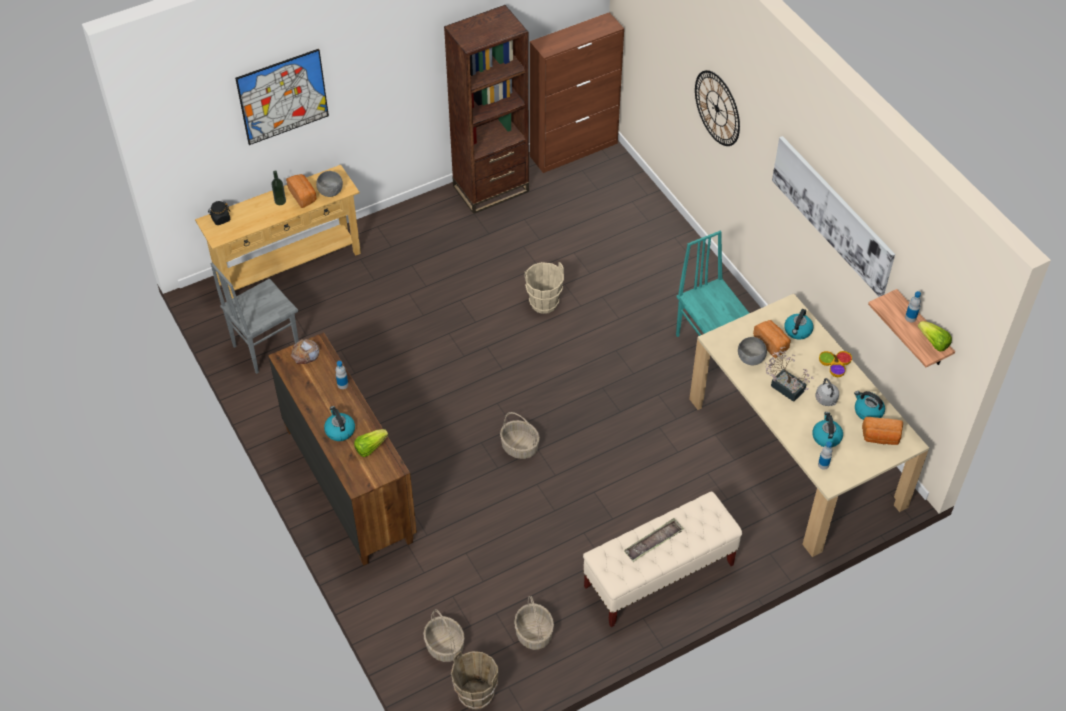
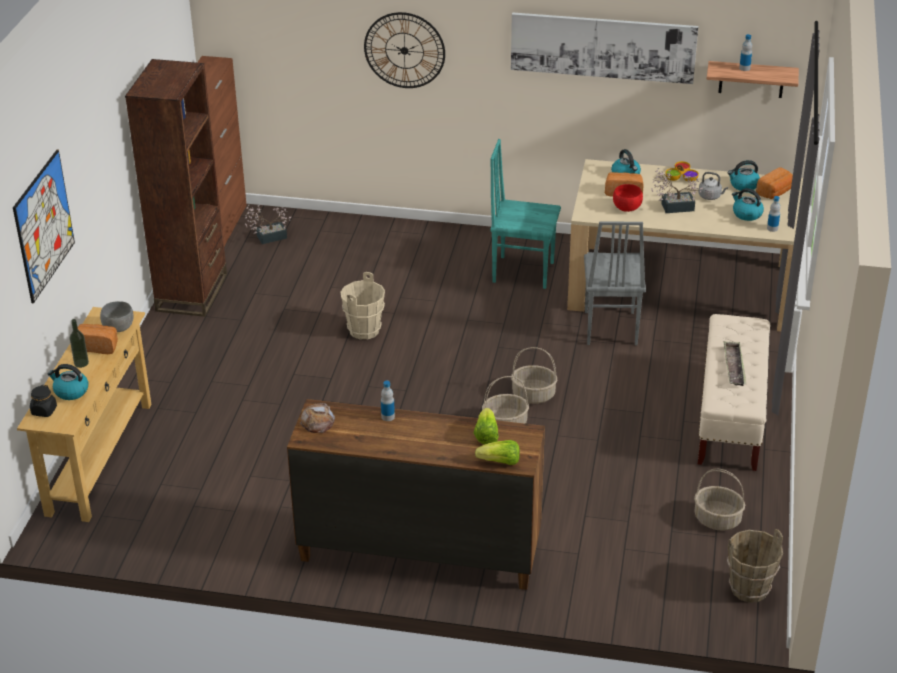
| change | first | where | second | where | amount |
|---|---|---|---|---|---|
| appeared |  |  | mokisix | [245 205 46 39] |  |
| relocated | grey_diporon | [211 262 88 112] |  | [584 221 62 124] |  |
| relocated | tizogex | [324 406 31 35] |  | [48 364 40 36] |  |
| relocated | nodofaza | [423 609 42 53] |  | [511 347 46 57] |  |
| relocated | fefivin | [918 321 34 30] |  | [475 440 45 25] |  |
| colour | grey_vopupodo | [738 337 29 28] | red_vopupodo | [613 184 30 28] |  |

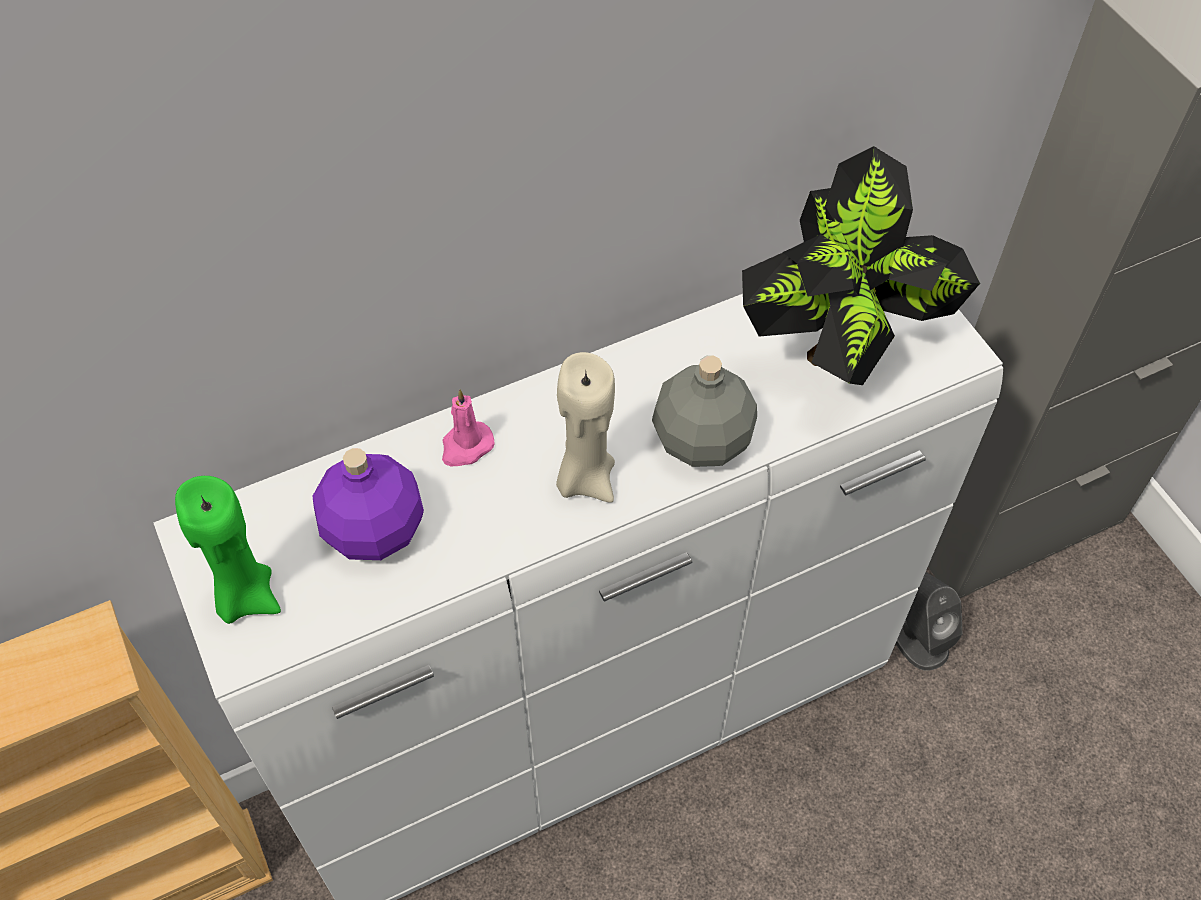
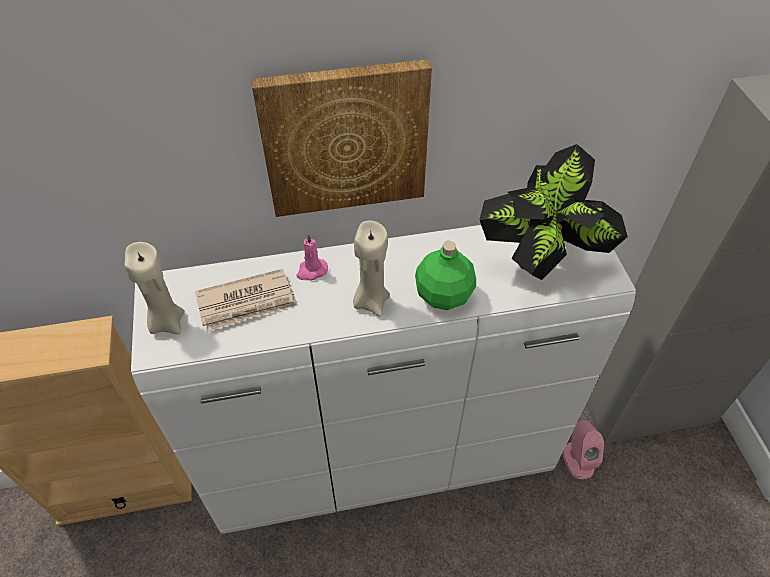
| change | first | where | second | where | amount |
|---|---|---|---|---|---|
| appeared |  |  | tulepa | [251 59 181 158] |  |
| exchanged | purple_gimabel | [312 448 112 112] | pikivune | [195 269 103 63] |  |
| colour | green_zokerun | [175 476 106 148] | beige_zokerun | [124 242 61 93] |  |
| colour | grey_gimabel | [652 355 105 112] | green_gimabel | [415 241 61 69] |  |
| colour | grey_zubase | [896 572 67 99] | pink_zubase | [562 420 42 59] |  |

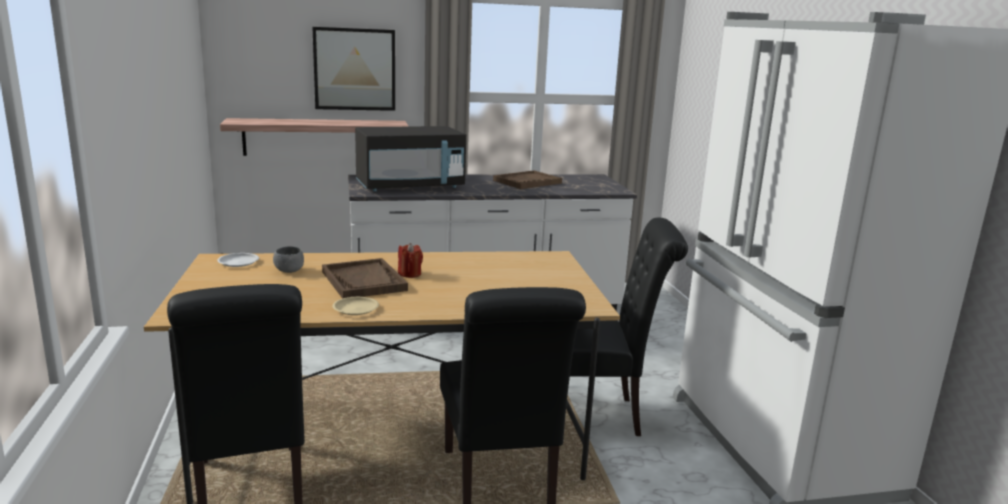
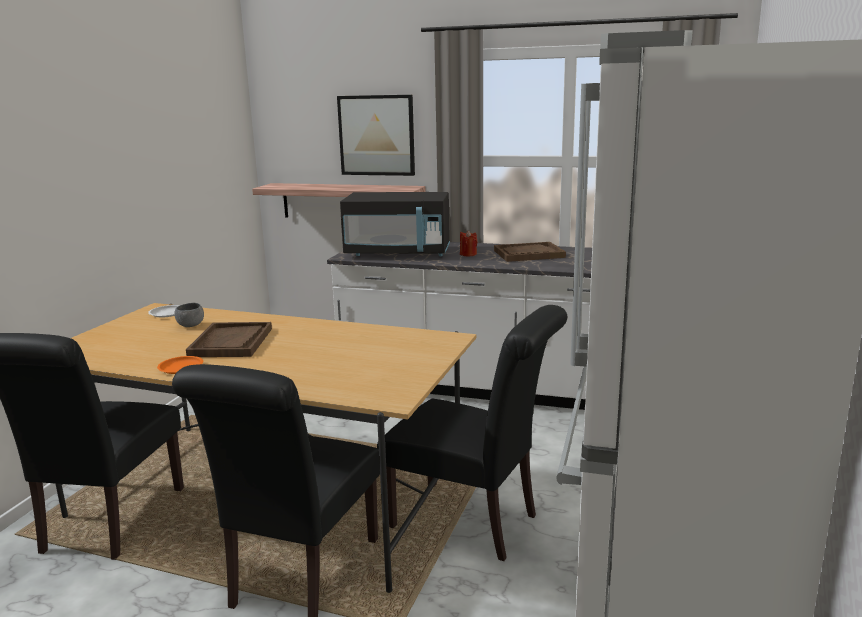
| change | first | where | second | where | amount |
|---|---|---|---|---|---|
| relocated | red_zokerun | [398 243 25 35] |  | [460 230 17 26] |  |
| colour | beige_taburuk | [332 297 47 18] | orange_taburuk | [157 356 46 18] |  |

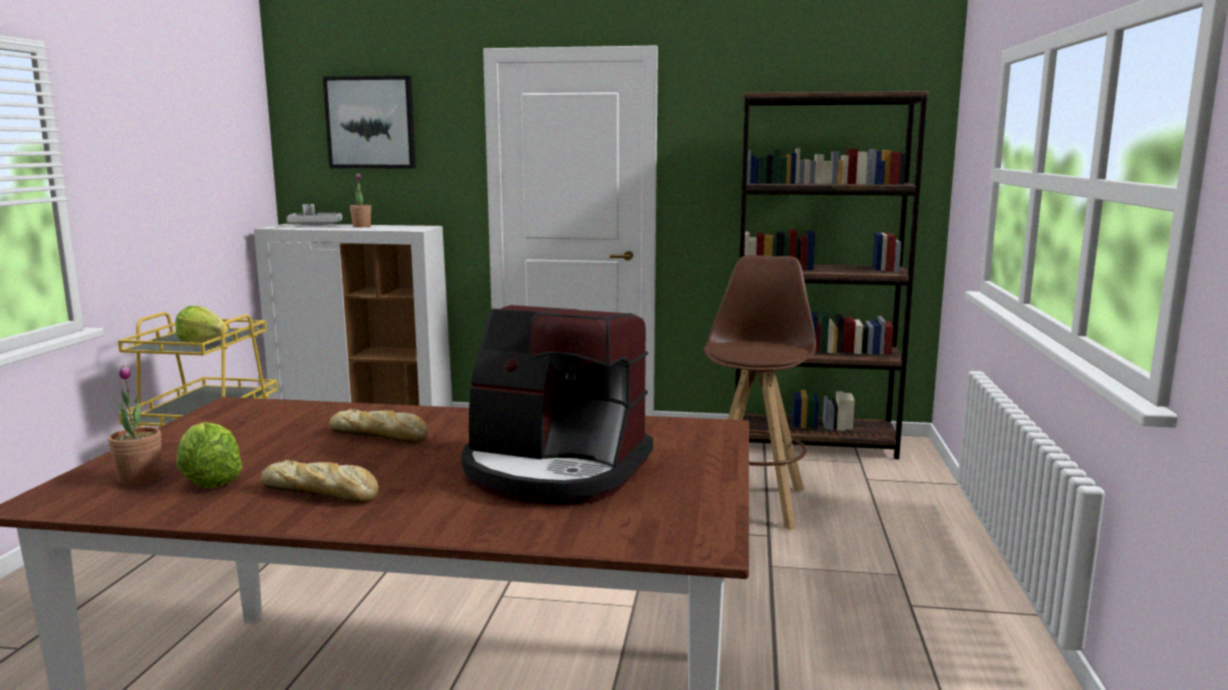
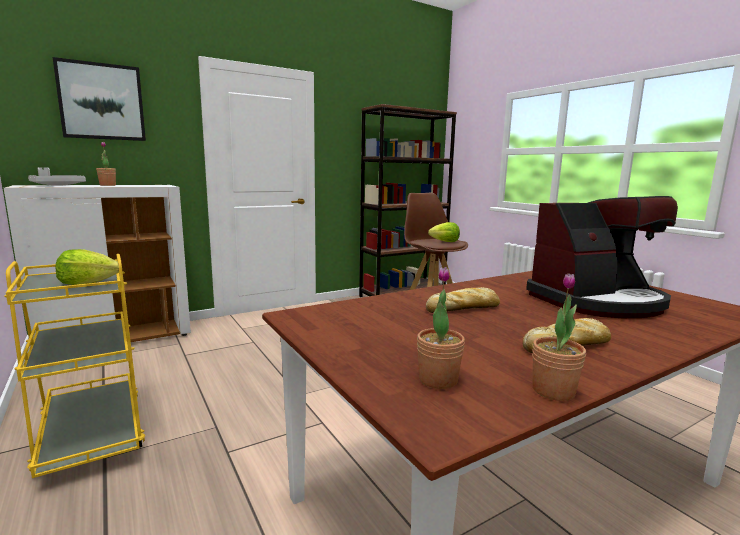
| change | first | where | second | where | amount |
|---|---|---|---|---|---|
| appeared |  |  | mokisix | [533 273 53 128] |  |
| relocated | fefivin | [176 422 66 66] |  | [428 222 32 20] |  |

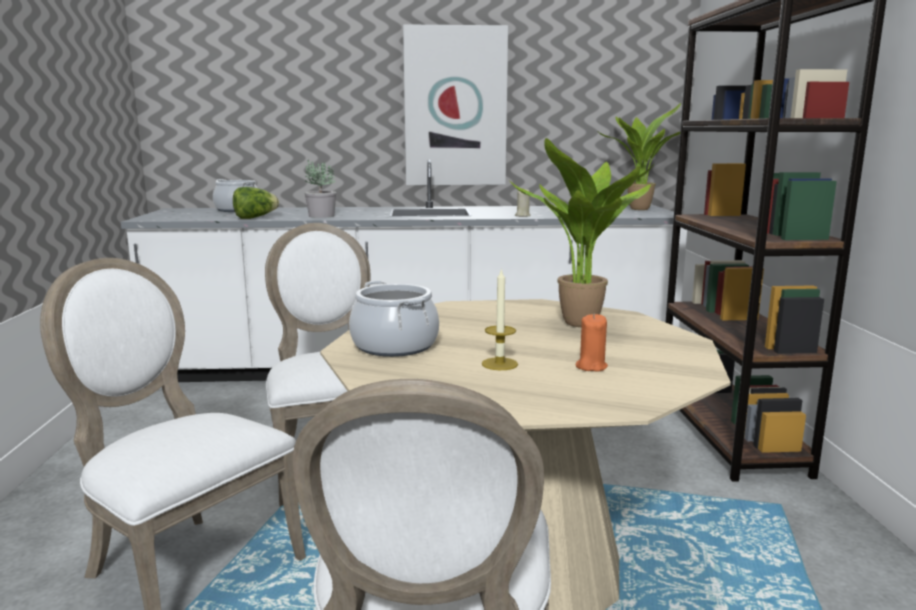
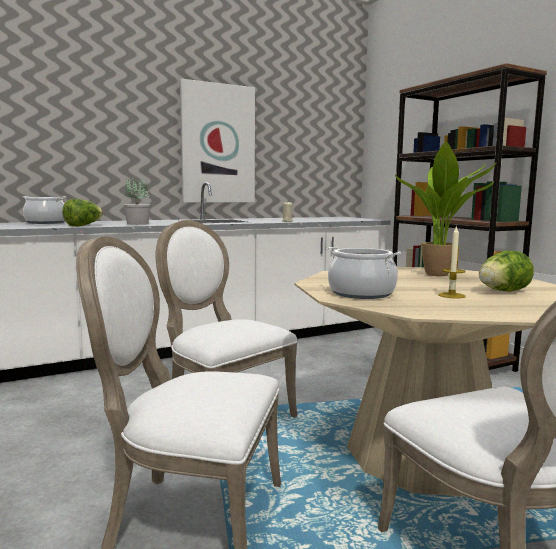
| change | first | where | second | where | amount |
|---|---|---|---|---|---|
| missing | mokisix | [600 103 81 107] |  |  |  |
| exchanged | orange_zokerun | [576 314 32 58] | fefivin | [479 251 55 40] |  |

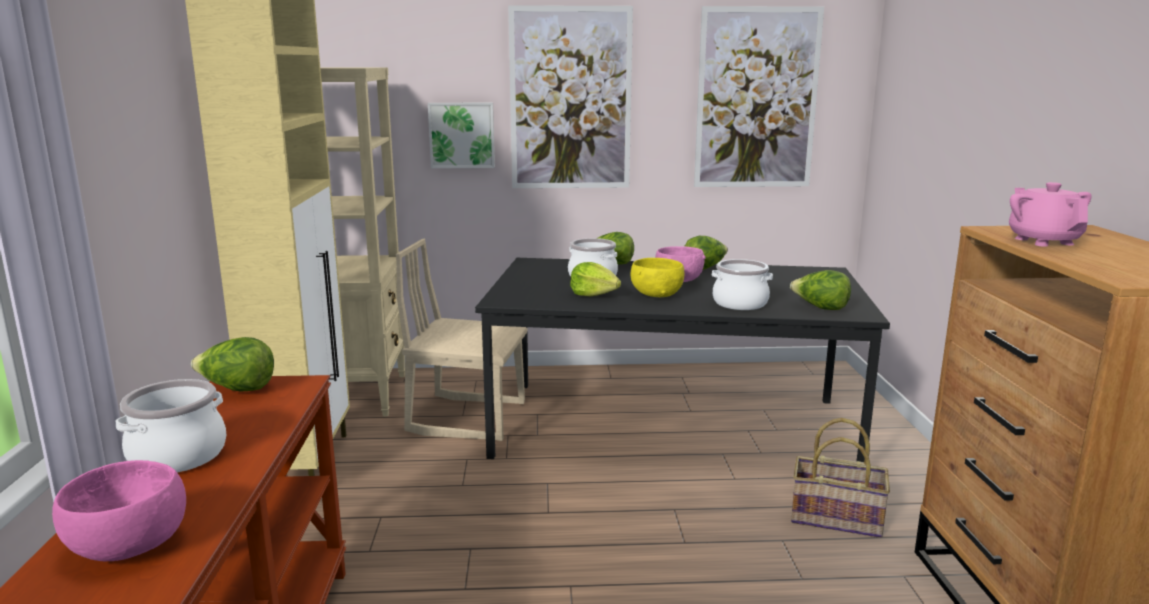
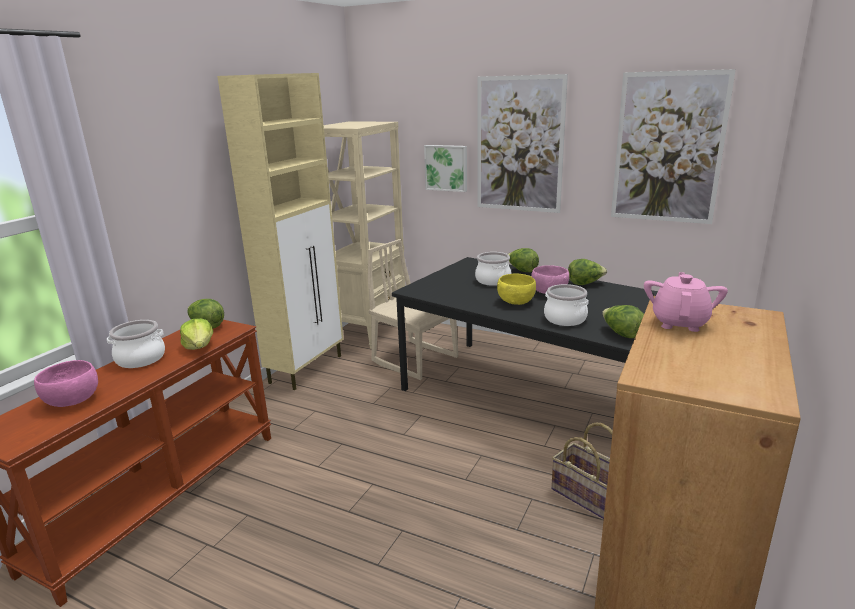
| change | first | where | second | where | amount |
|---|---|---|---|---|---|
| relocated | fefivin | [570 262 51 34] |  | [180 318 33 32] |  |

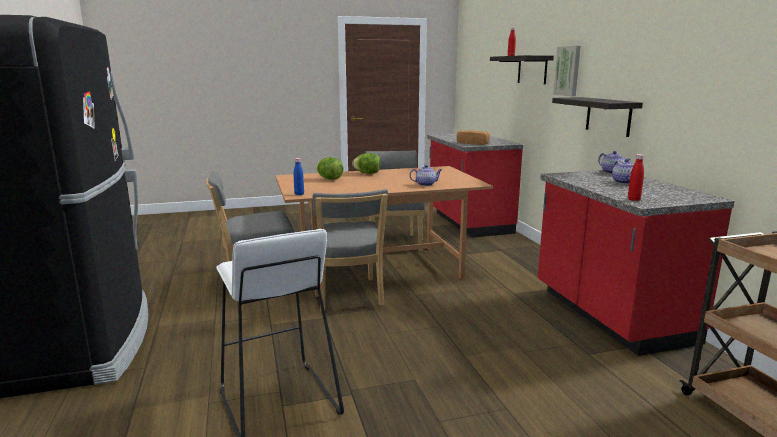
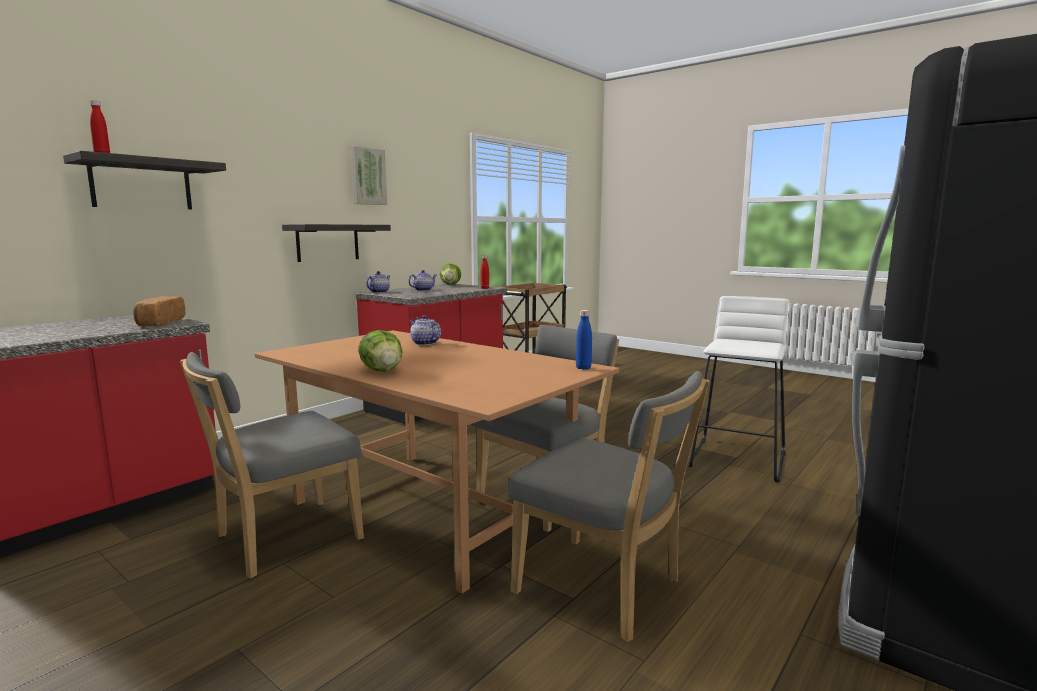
| change | first | where | second | where | amount |
|---|---|---|---|---|---|
| relocated | fefivin | [316 157 28 23] |  | [440 264 21 21] |  |
| relocated | tulepa | [553 46 28 50] |  | [351 146 36 59] |  |

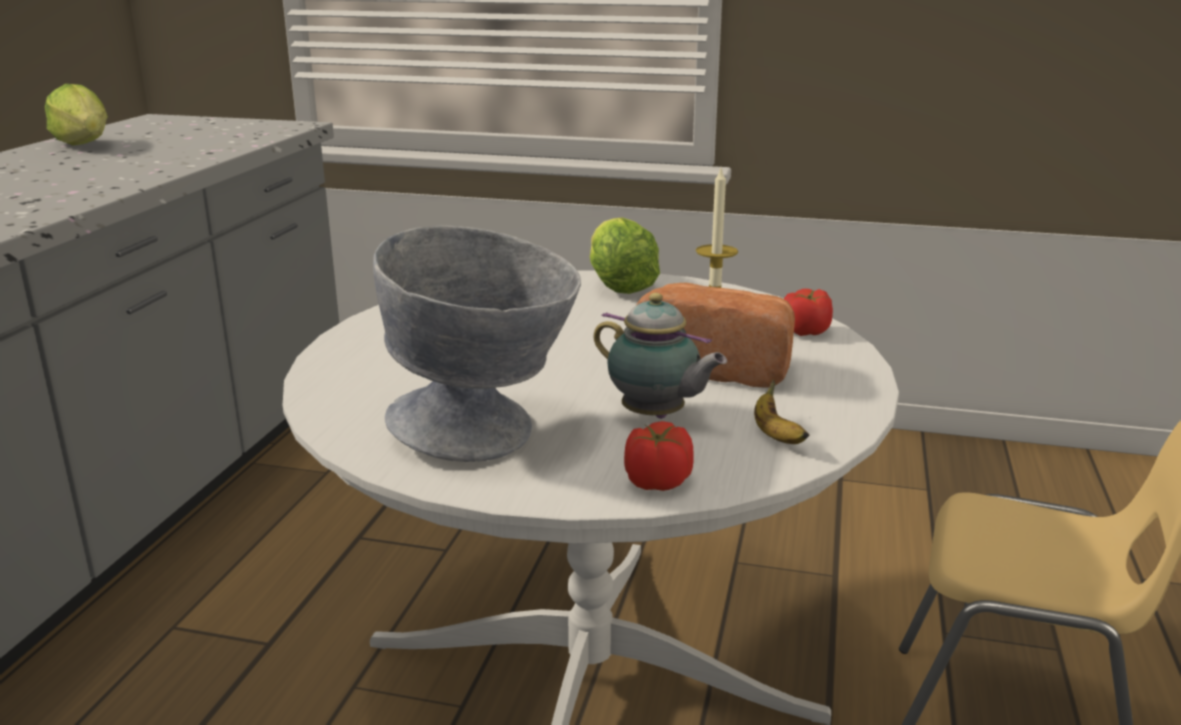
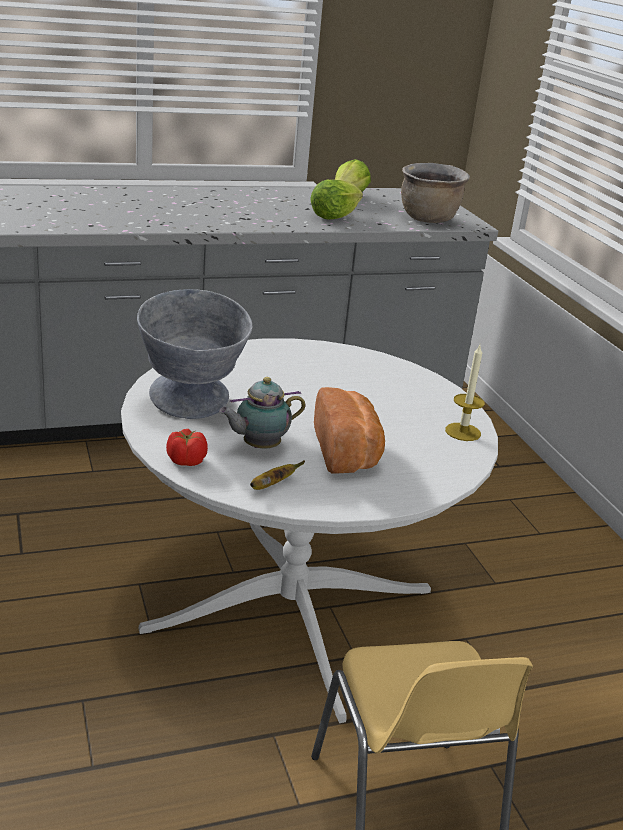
| change | first | where | second | where | amount |
|---|---|---|---|---|---|
| missing | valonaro | [784 289 49 47] |  |  |  |
| appeared |  |  | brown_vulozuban | [401 163 69 60] |  |
| relocated | fefivin | [590 217 70 77] |  | [310 180 53 40] |  |
| spun | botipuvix | [594 293 133 126] |  | [219 377 86 71] | 60 degrees clockwise |

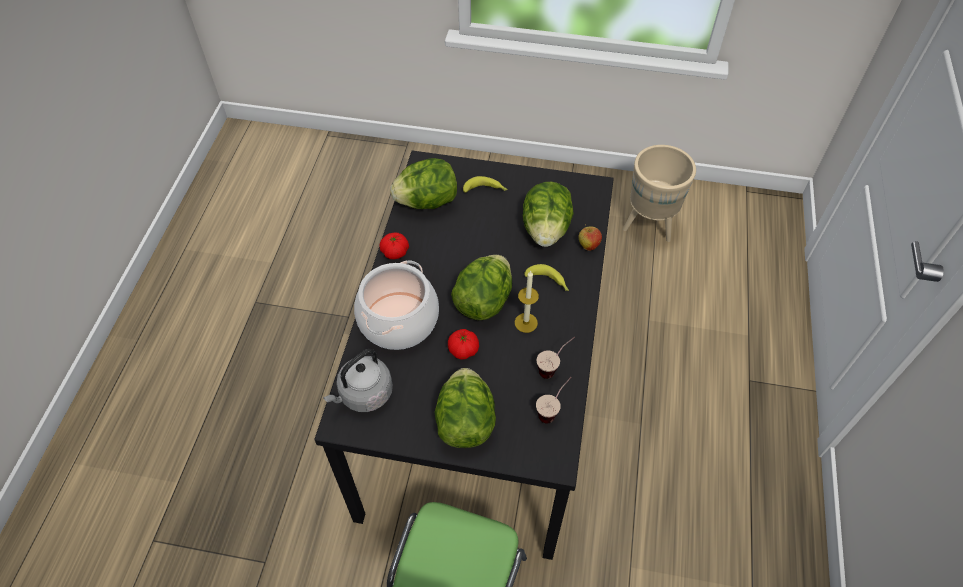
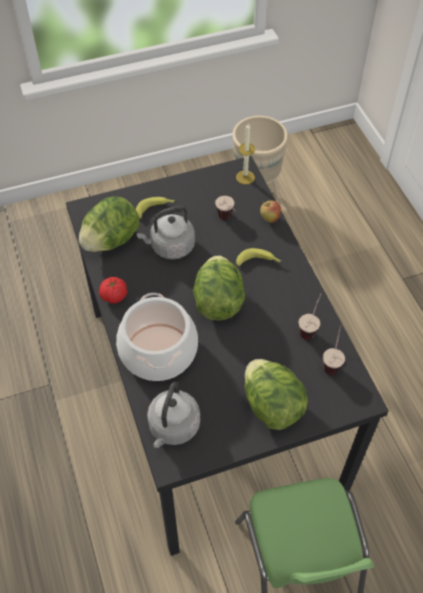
| change | first | where | second | where | amount |
|---|---|---|---|---|---|
| missing | valonaro | [448 329 31 31] |  |  |  |
| appeared |  |  | grey_tizogex | [136 206 59 53] |  |
| relocated | zokerun | [515 270 24 63] |  | [236 124 19 60] |  |
| exchanged | fefivin | [523 182 51 65] | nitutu | [215 196 21 24] |  |

